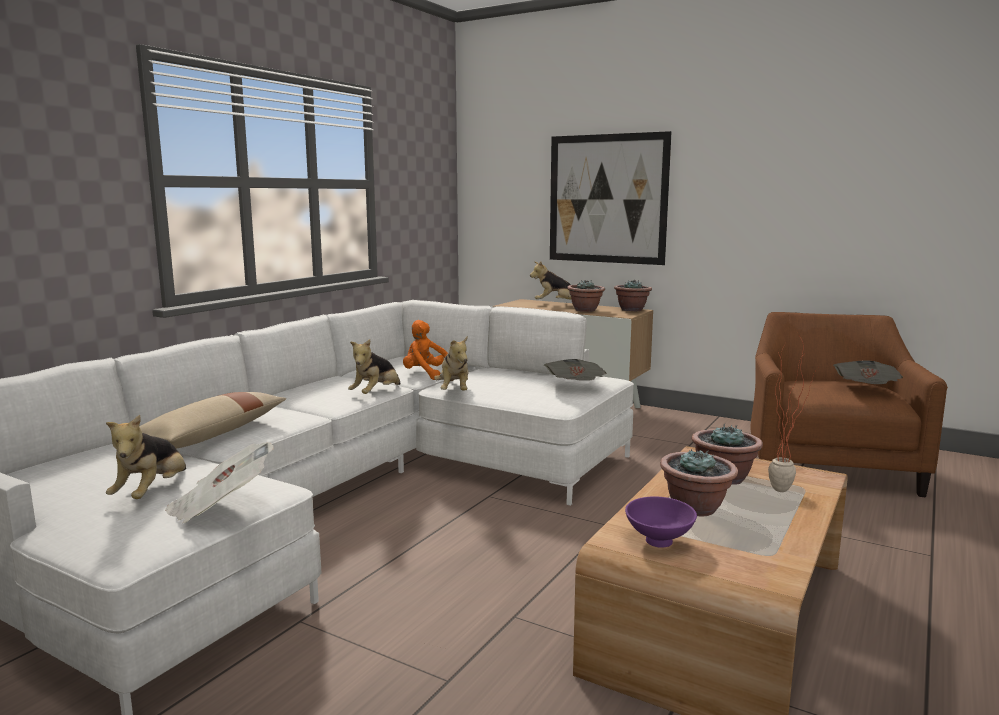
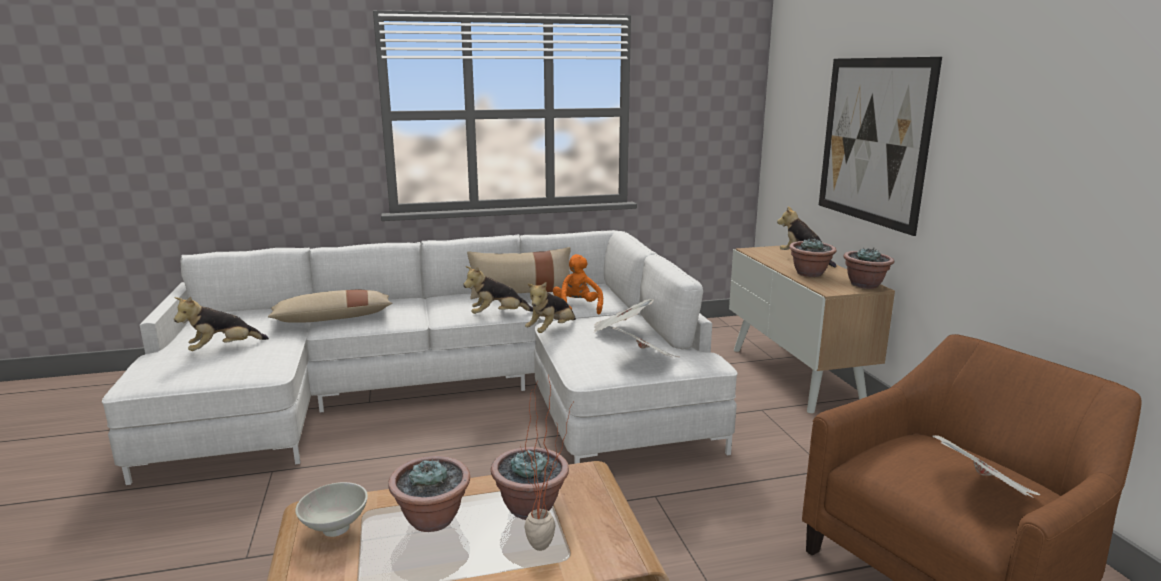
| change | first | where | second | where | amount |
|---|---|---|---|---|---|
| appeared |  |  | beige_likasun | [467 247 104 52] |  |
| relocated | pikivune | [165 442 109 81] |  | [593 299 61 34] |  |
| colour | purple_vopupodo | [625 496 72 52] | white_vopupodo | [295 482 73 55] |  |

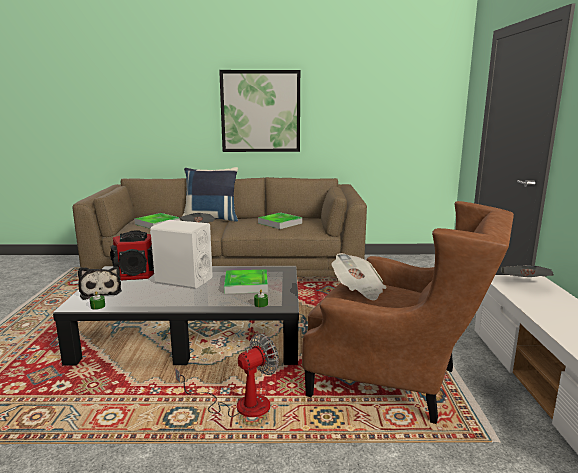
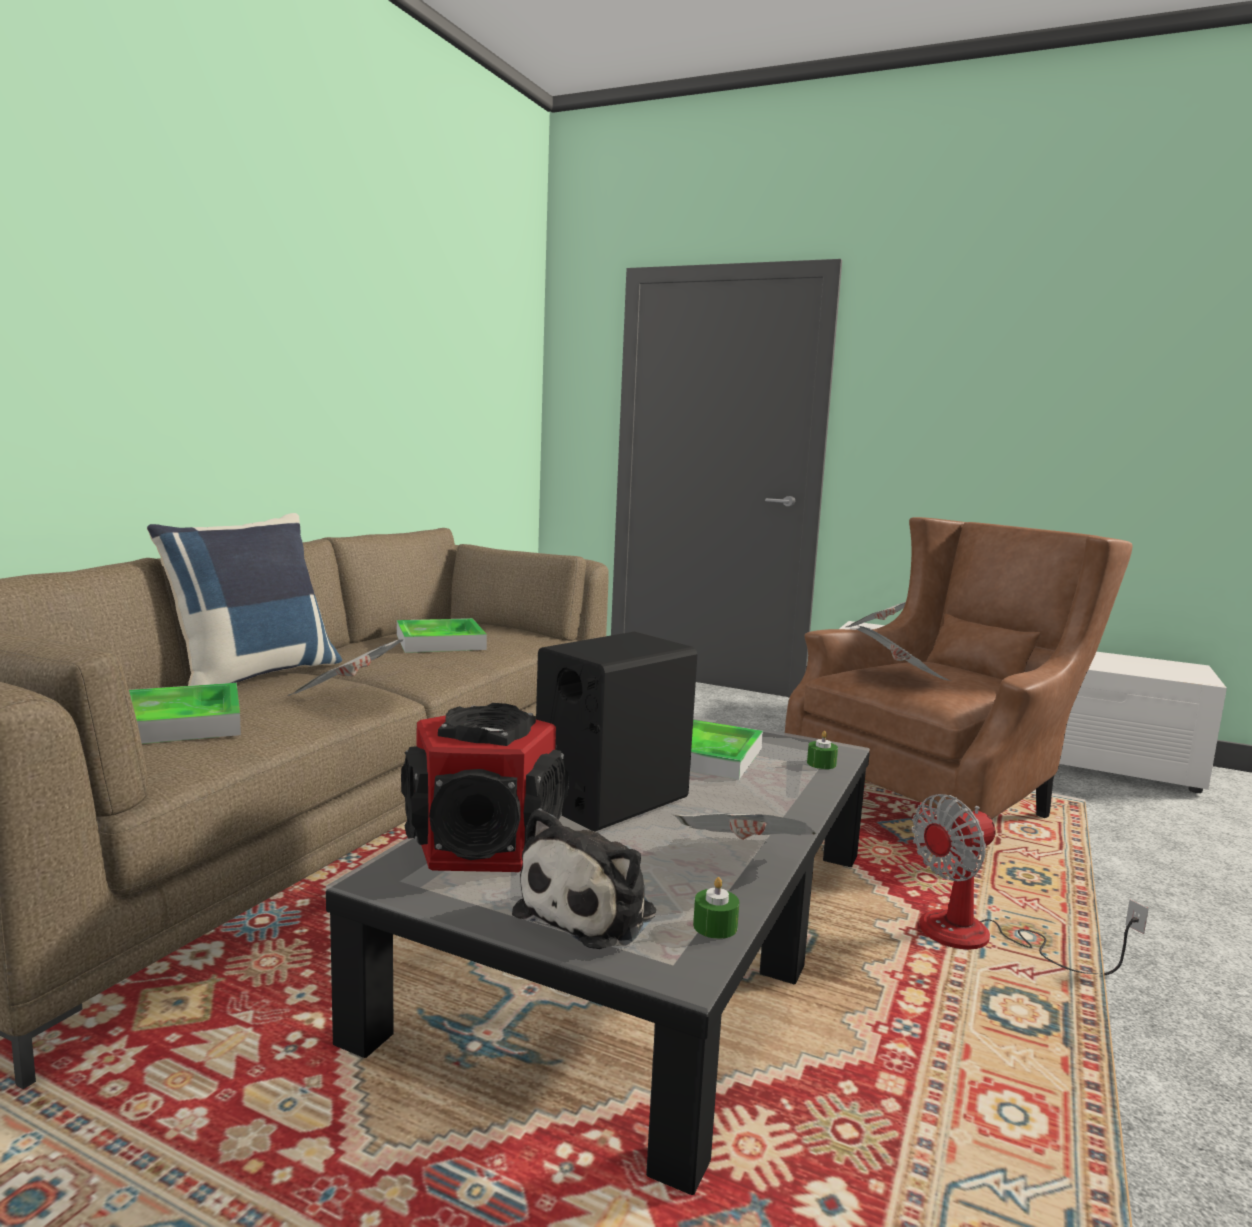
| change | first | where | second | where | amount |
|---|---|---|---|---|---|
| missing | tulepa | [219 70 81 82] |  |  |  |
| appeared |  |  | pikivune | [674 813 142 27] |  |
| colour | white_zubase | [150 220 62 69] | black_zubase | [536 632 161 199] |  |
| spun | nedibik | [78 266 44 34] |  | [512 808 144 141] | 120 degrees clockwise |
| spun | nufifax | [175 333 104 84] |  | [911 794 238 181] | 105 degrees counterclockwise |

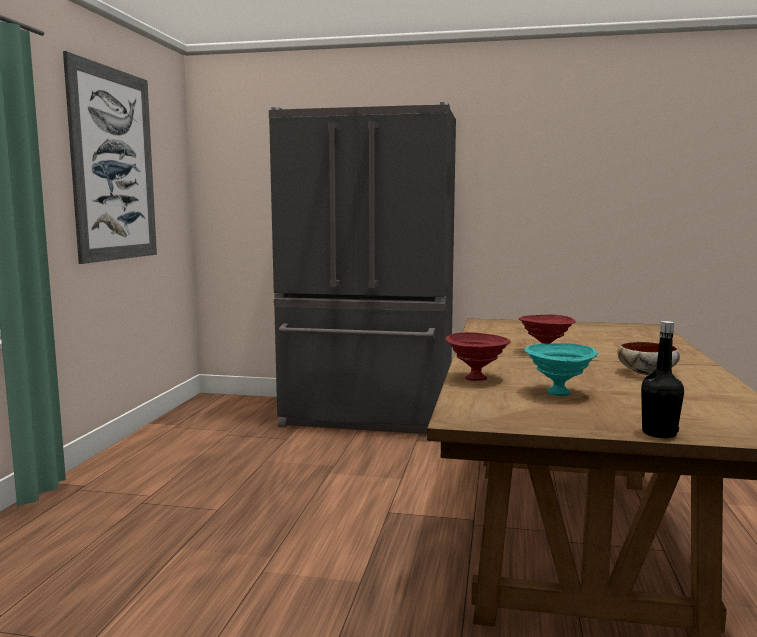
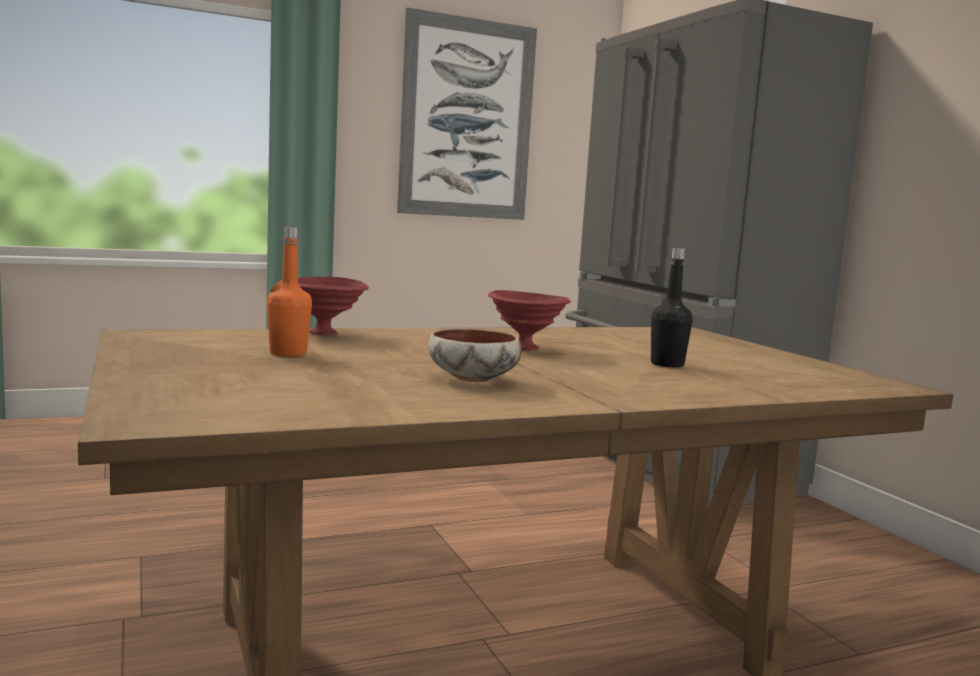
| change | first | where | second | where | amount |
|---|---|---|---|---|---|
| relocated | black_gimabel | [641 321 43 117] |  | [651 248 42 120] |  |
| exchanged | turquoise_vopupodo | [525 343 73 53] | orange_gimabel | [267 226 45 131] |  |

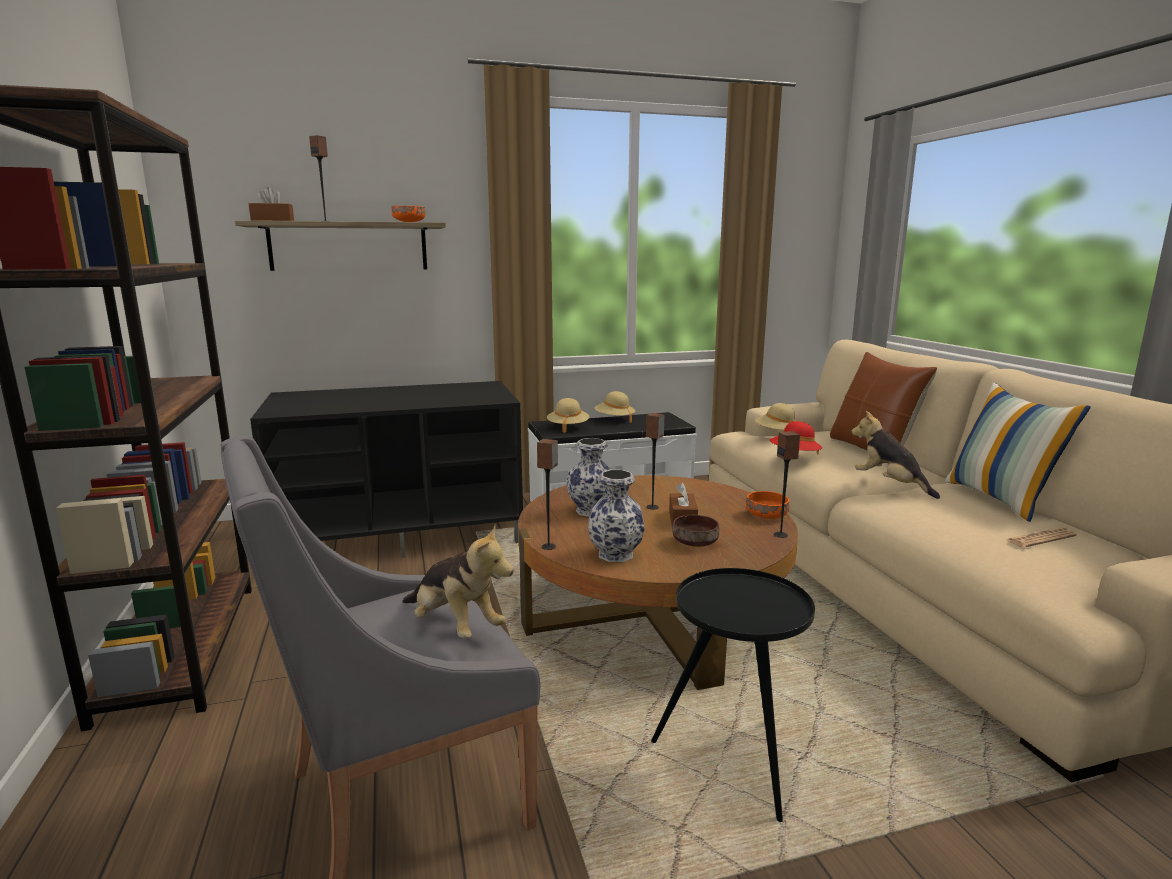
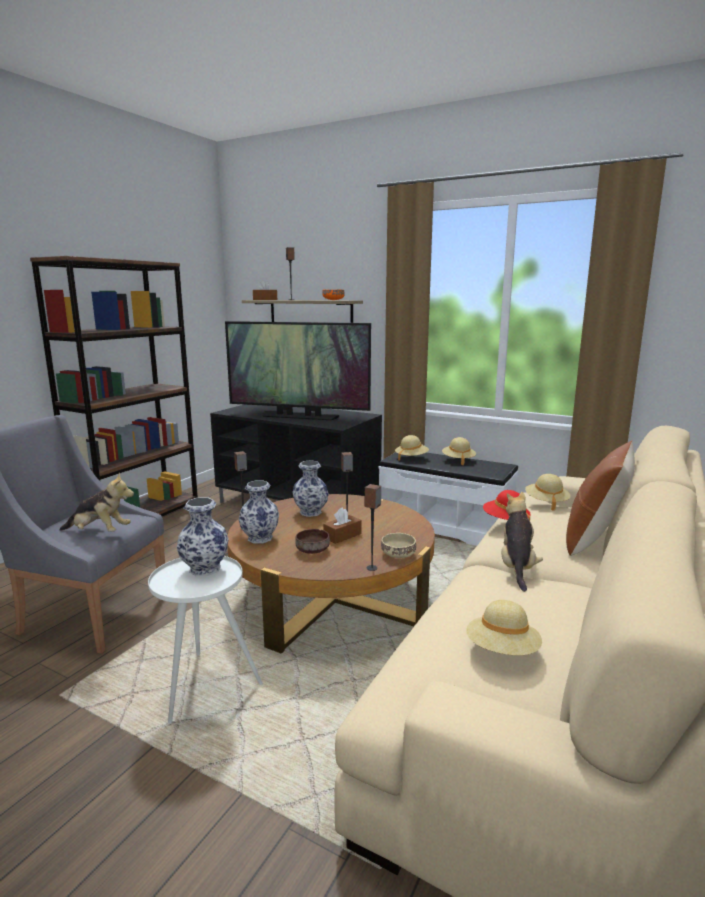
| change | first | where | second | where | amount |
|---|---|---|---|---|---|
| missing | likasun | [945 382 146 140] |  |  |  |
| appeared |  |  | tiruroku | [177 497 52 79] |  |
| appeared |  |  | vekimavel | [225 321 146 99] |  |
| exchanged | pikivune | [1007 528 70 20] | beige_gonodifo | [466 600 76 56] |  |
| colour | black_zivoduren | [651 568 164 254] | white_zivoduren | [148 556 115 168] |  |
| colour | orange_vopupodo | [746 491 43 28] | beige_vopupodo | [381 533 35 25] |  |
| spun | nedibik | [403 525 111 113] |  | [59 473 75 59] | 75 degrees counterclockwise |

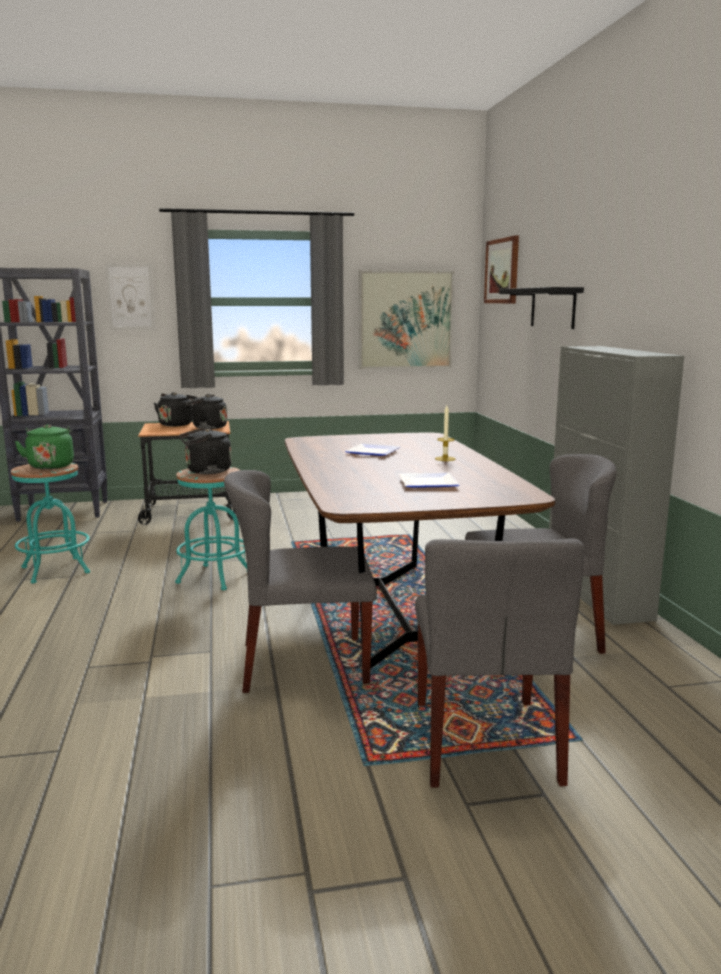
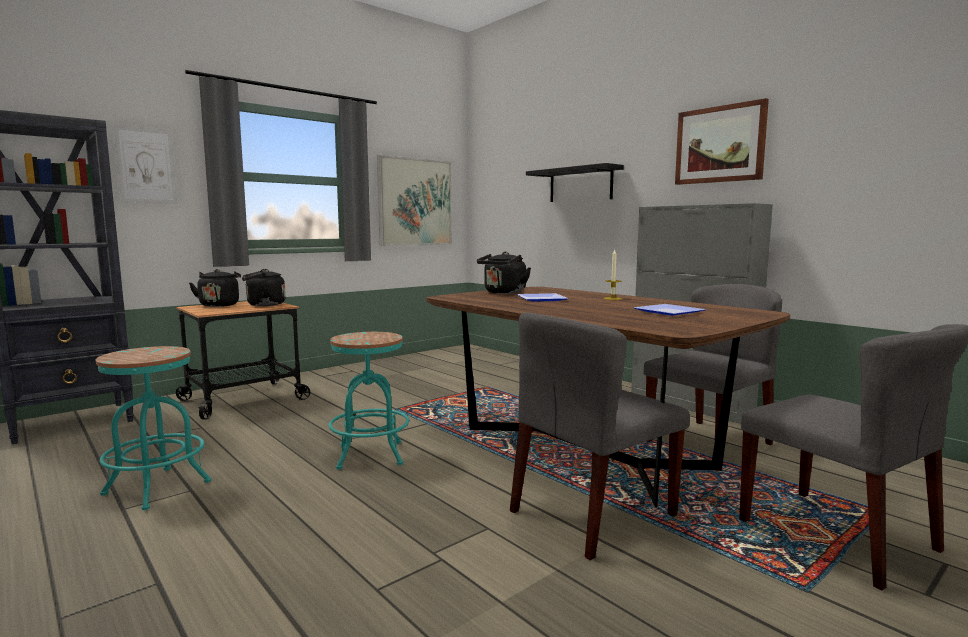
| change | first | where | second | where | amount |
|---|---|---|---|---|---|
| missing | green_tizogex | [14 424 60 45] |  |  |  |
| relocated | black_tizogex | [179 428 53 46] |  | [477 252 54 42] |  |
| relocated | tulepa | [484 236 35 67] |  | [675 98 94 87] |  |

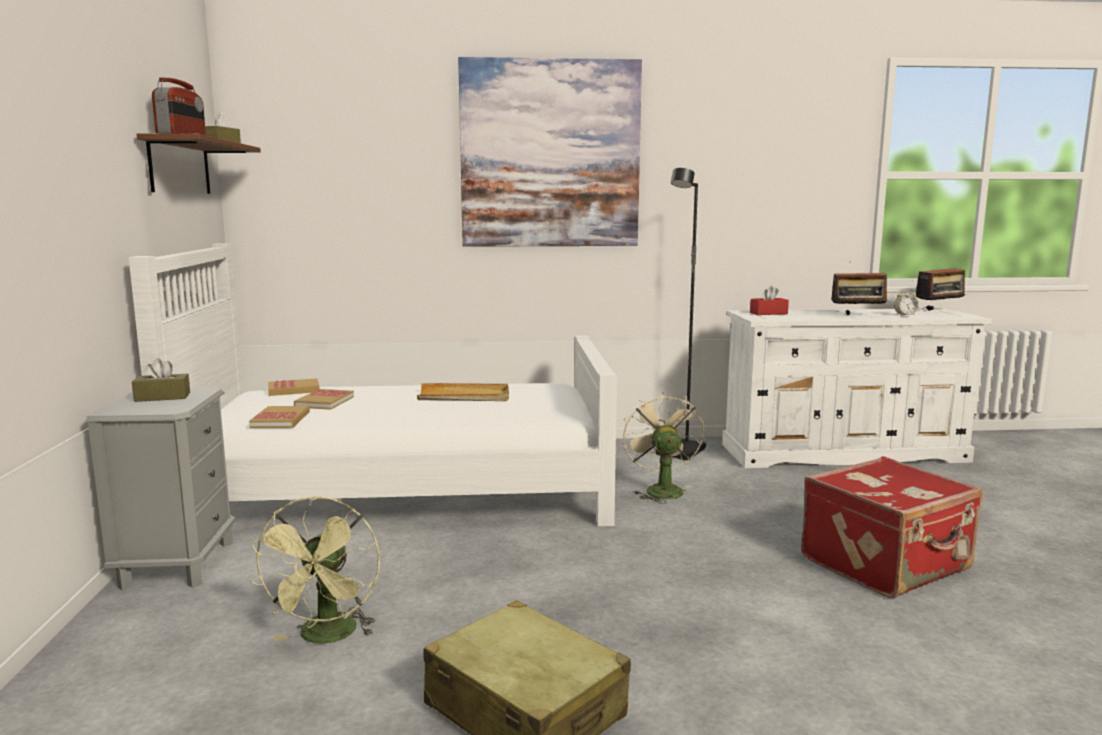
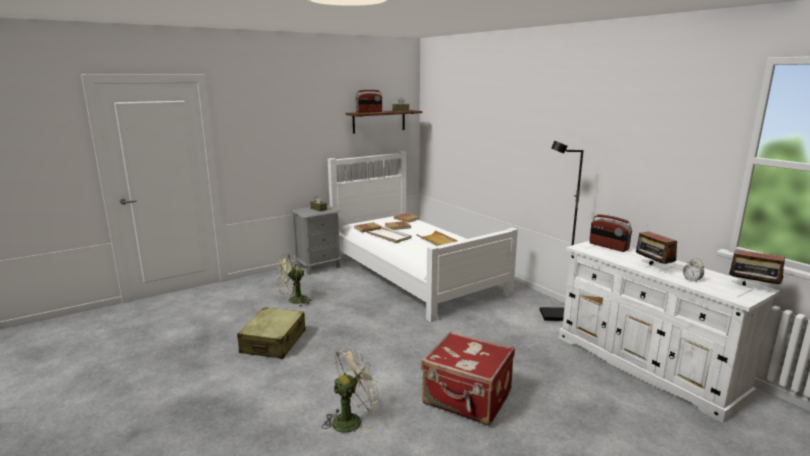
| change | first | where | second | where | amount |
|---|---|---|---|---|---|
| missing | tulepa | [458 57 184 190] |  |  |  |
| appeared |  |  | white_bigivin | [366 226 45 17] |  |
| relocated | beige_nufifax | [623 392 81 112] |  | [322 347 59 86] |  |
| exchanged | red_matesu | [750 286 39 29] | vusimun | [589 214 43 38] |  |

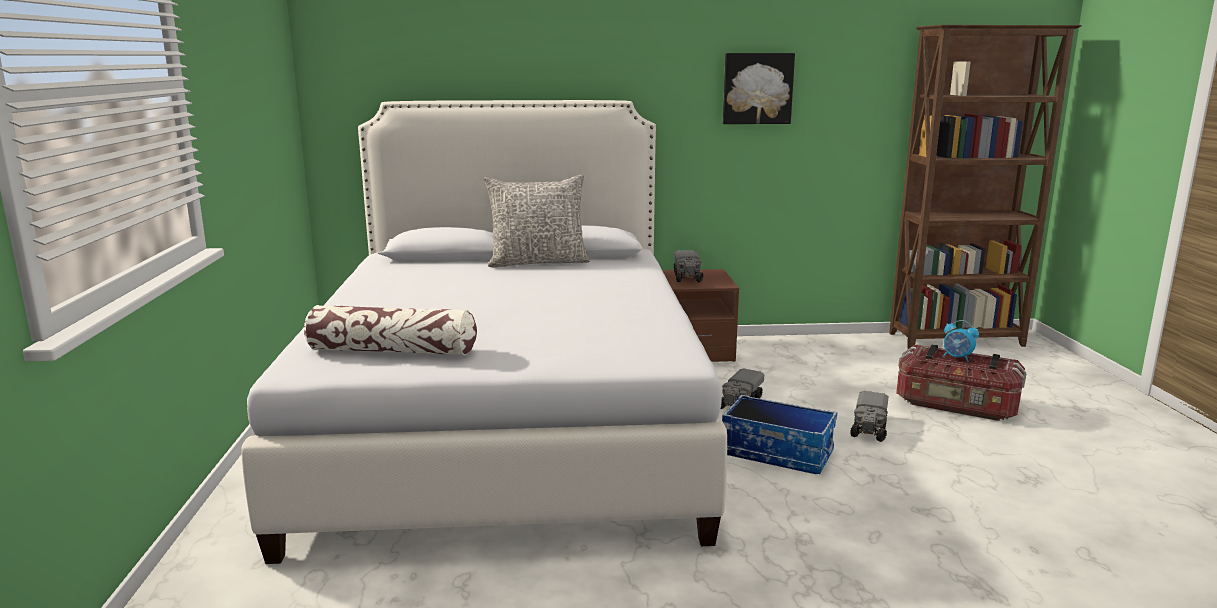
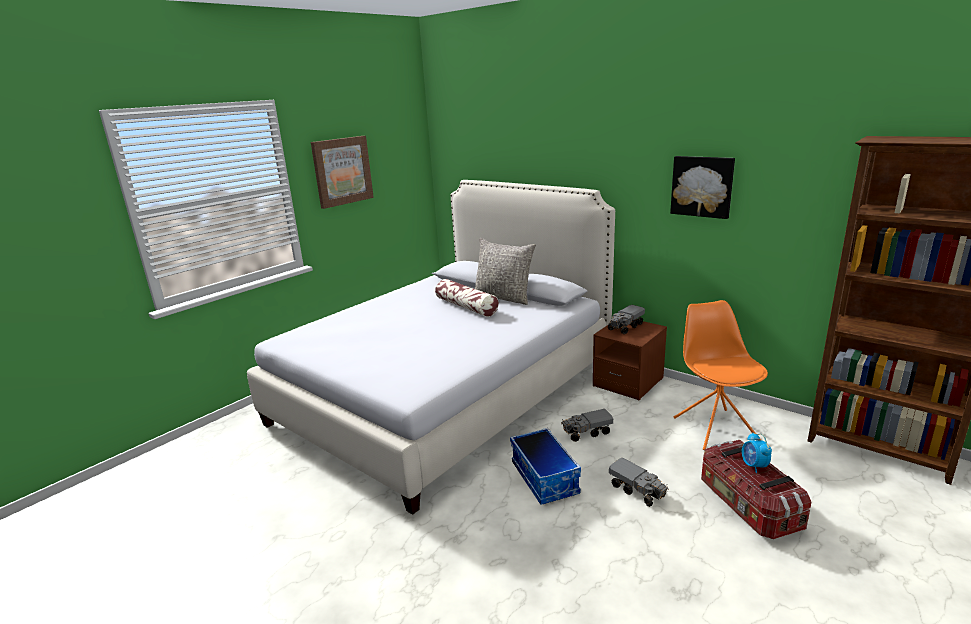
| change | first | where | second | where | amount |
|---|---|---|---|---|---|
| appeared |  |  | tulepa | [311 136 63 73] |  |
| appeared |  |  | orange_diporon | [674 300 94 150] |  |
| relocated | likasun | [304 305 173 50] |  | [435 279 64 38] |  |
| spun | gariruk | [850 391 39 51] |  | [609 458 60 49] | 105 degrees counterclockwise |

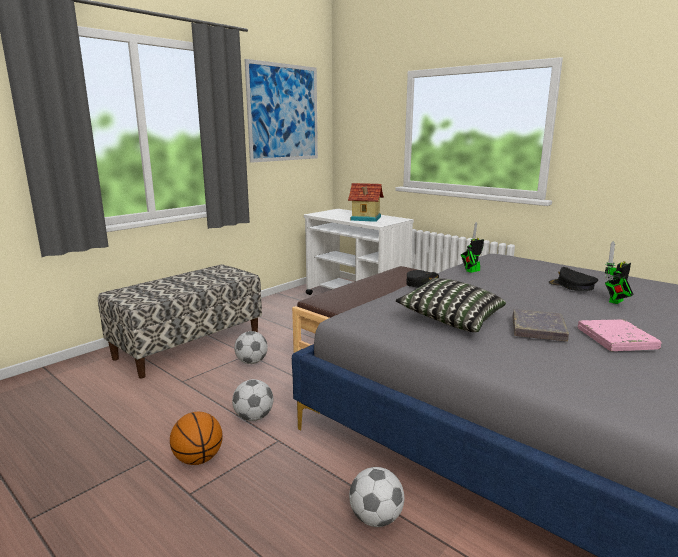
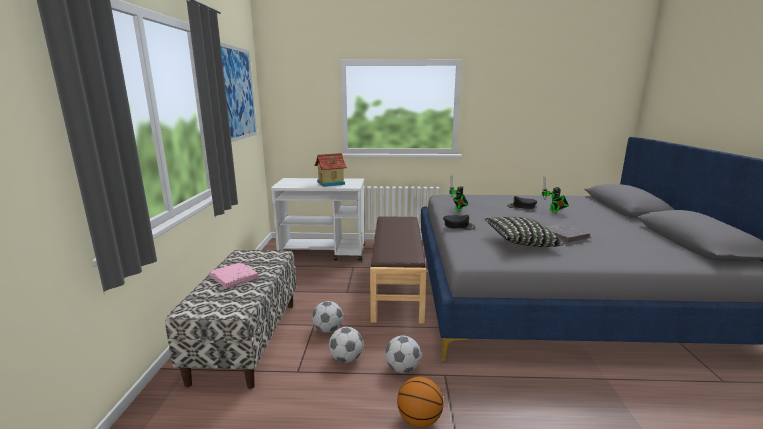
| change | first | where | second | where | amount |
|---|---|---|---|---|---|
| relocated | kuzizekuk | [349 467 55 60] |  | [329 327 34 36] |  |
| relocated | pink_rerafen | [578 319 83 32] |  | [210 262 49 27] |  |

